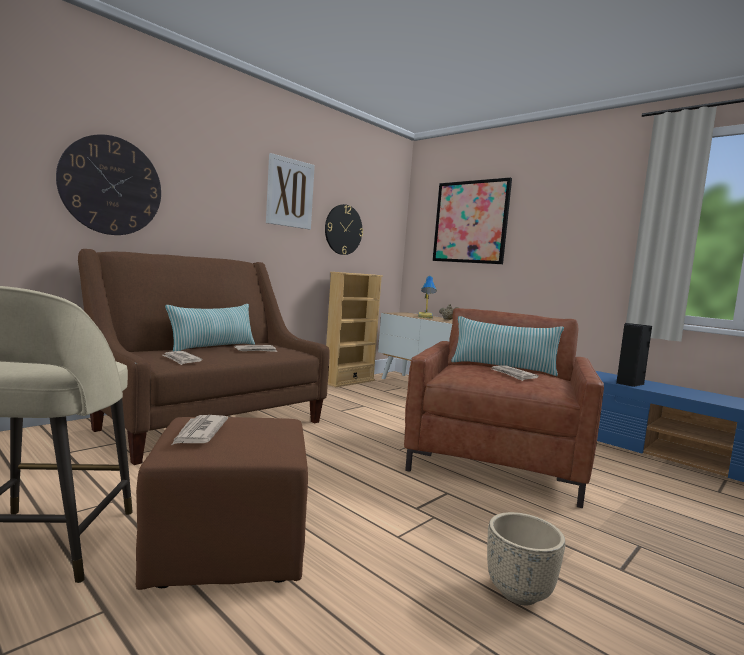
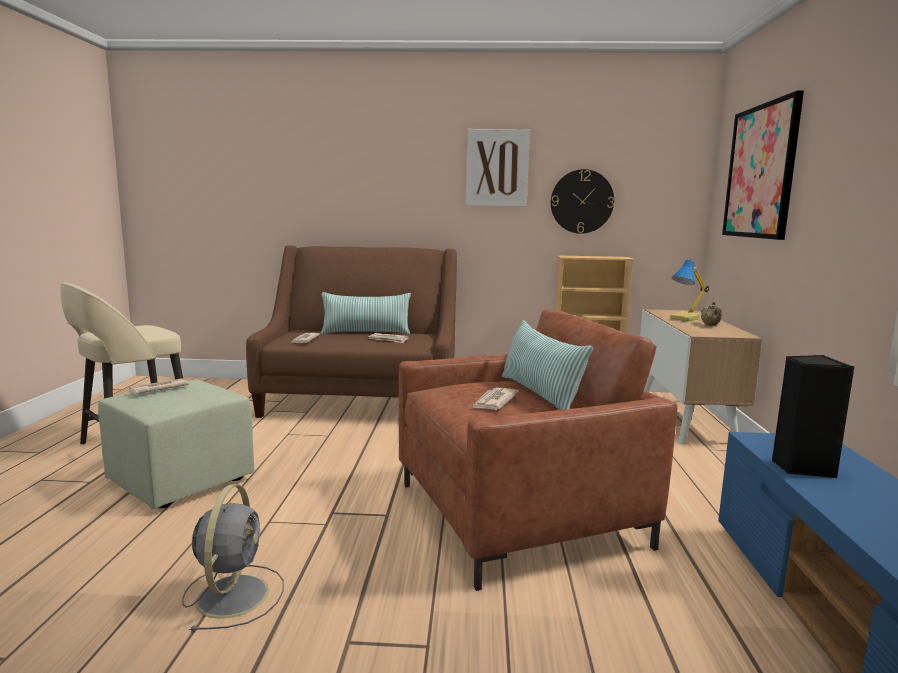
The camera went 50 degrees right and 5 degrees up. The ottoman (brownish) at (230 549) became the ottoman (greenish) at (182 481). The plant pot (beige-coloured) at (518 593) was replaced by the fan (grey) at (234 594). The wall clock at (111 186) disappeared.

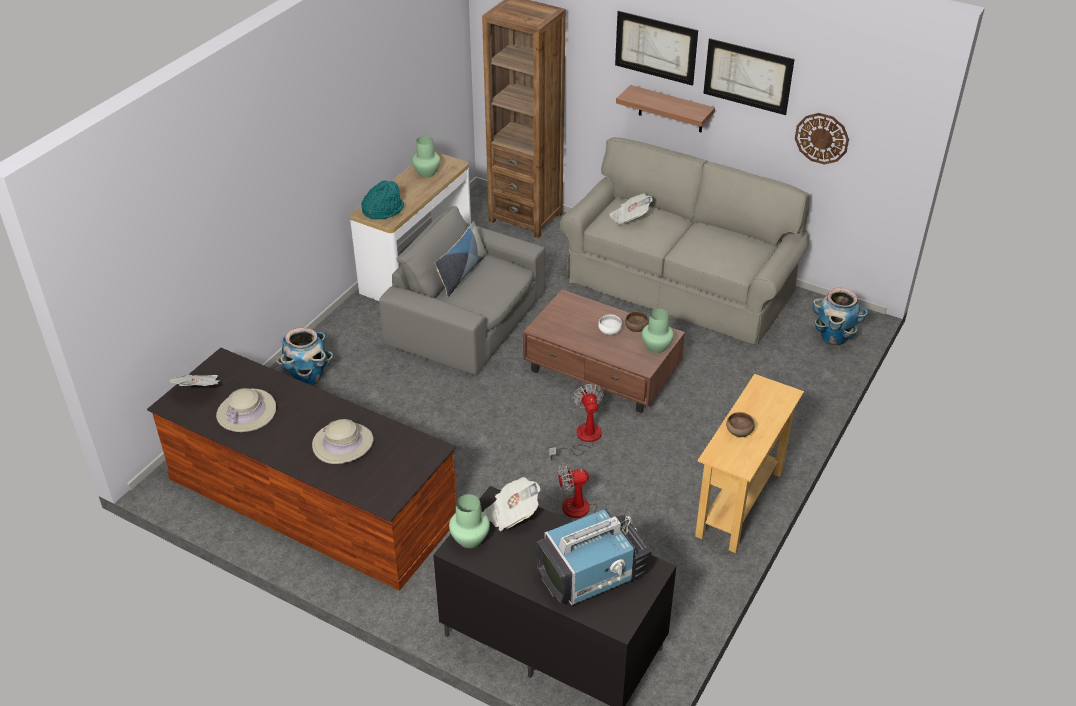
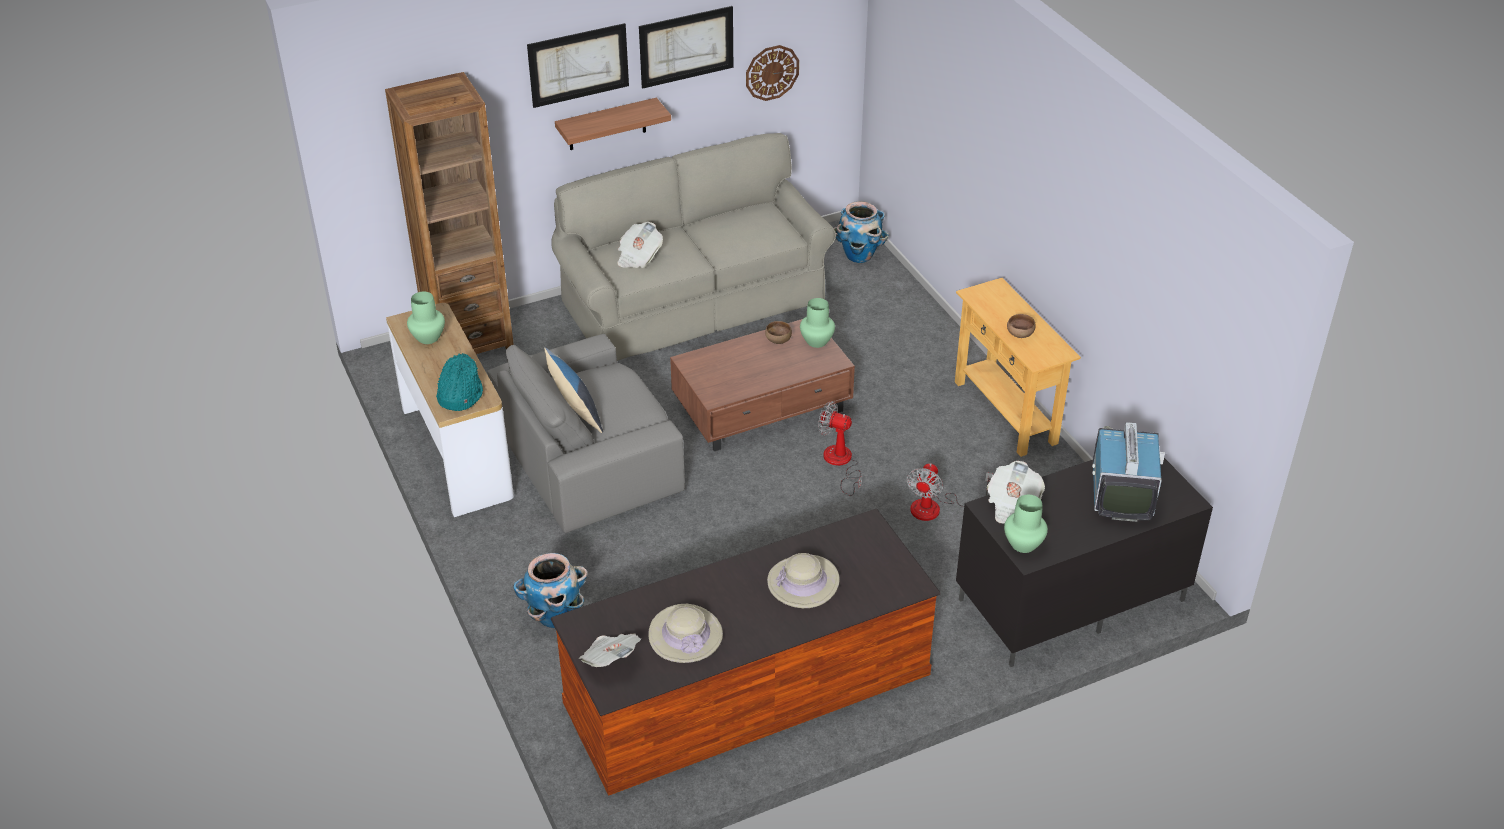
The camera went 55 degrees left and 0 degrees up. The deep dish (whitish) at (609 331) disappeared.

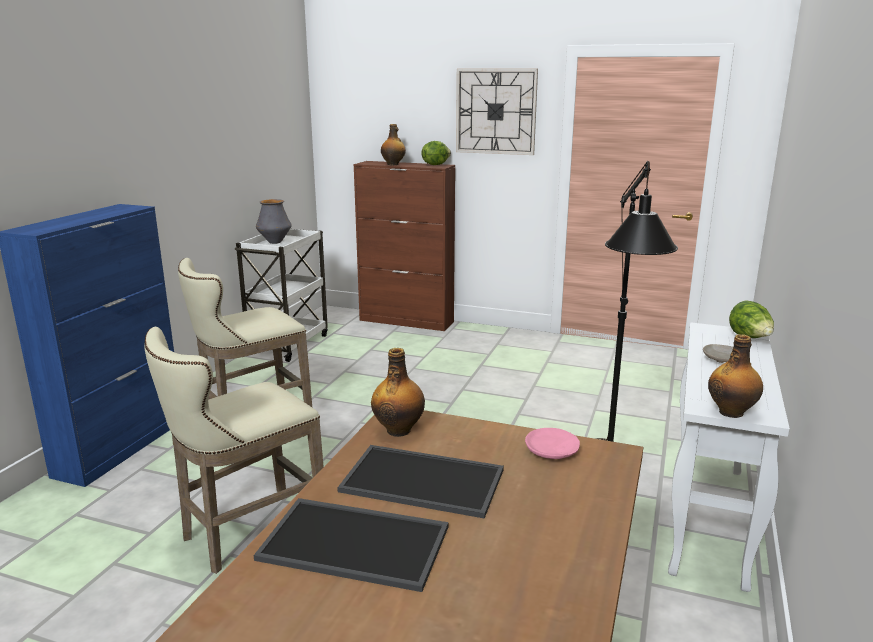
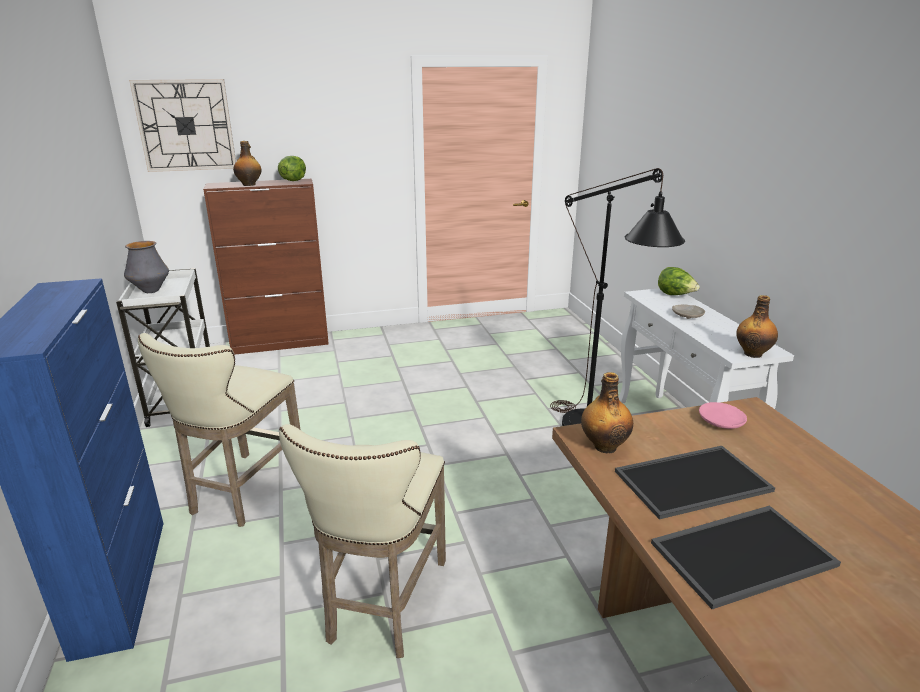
The camera went 35 degrees left and 5 degrees up. The wall clock moved from (496 111) to (185 125).

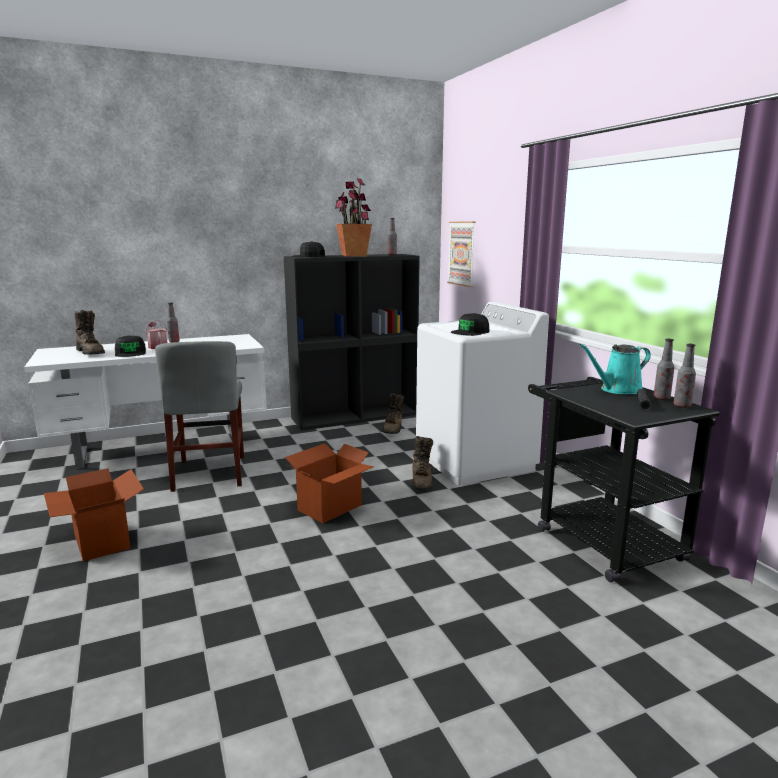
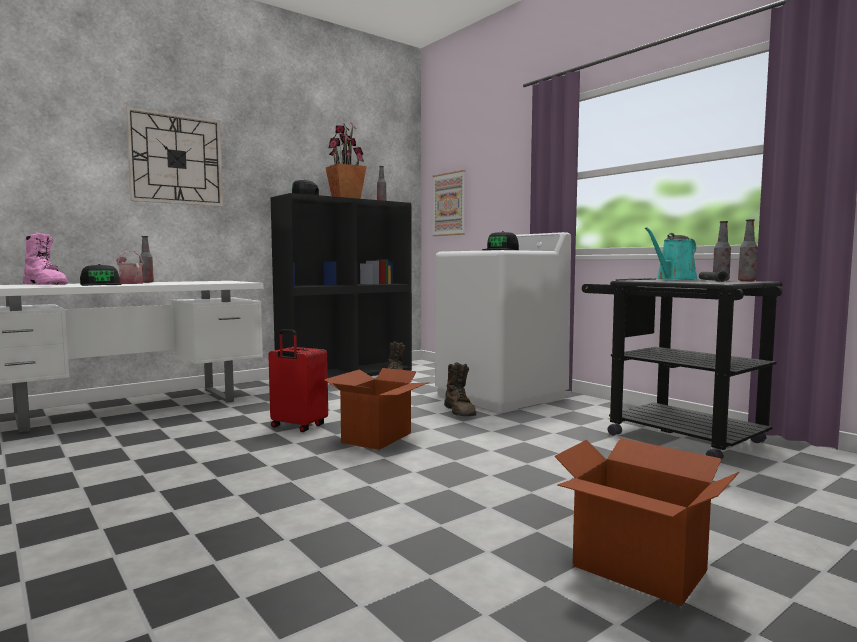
The camera went 15 degrees left and 10 degrees down. The boot (brownish) at (91 353) became the boot (pink) at (46 285). The wall clock at (176 159) appeared. The piece of luggage (red) at (298 427) appeared. The cardboard box moved from (101 542) to (638 569). The upright chair (grey) at (210 473) disappeared.

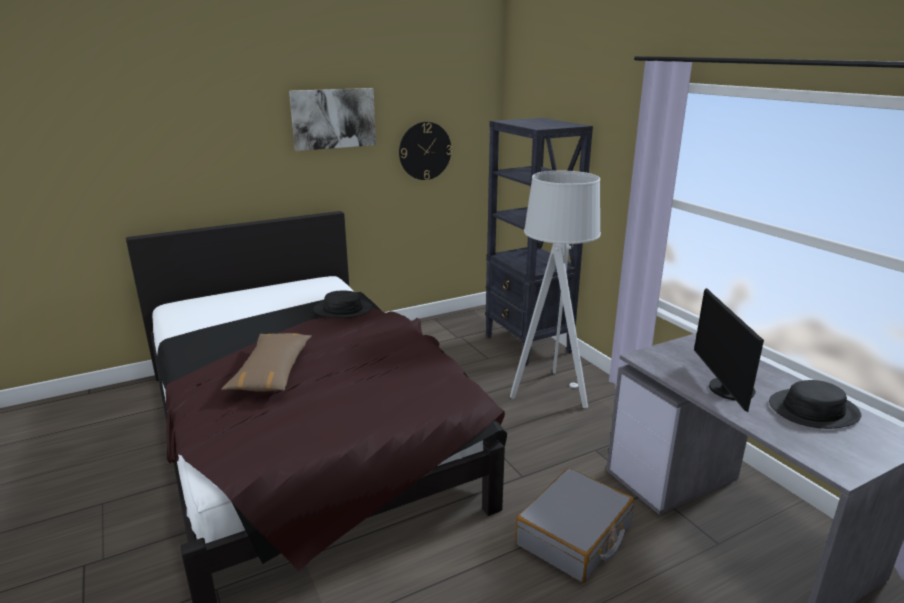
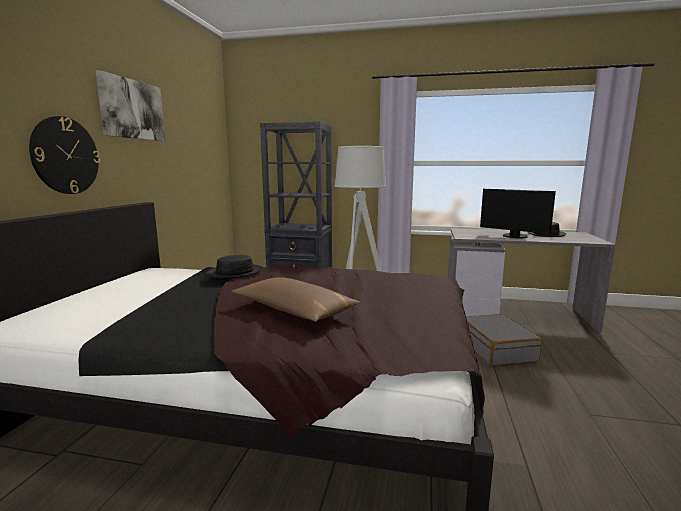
The camera went 50 degrees left and 10 degrees down. The wall clock moved from (425 151) to (65 156).

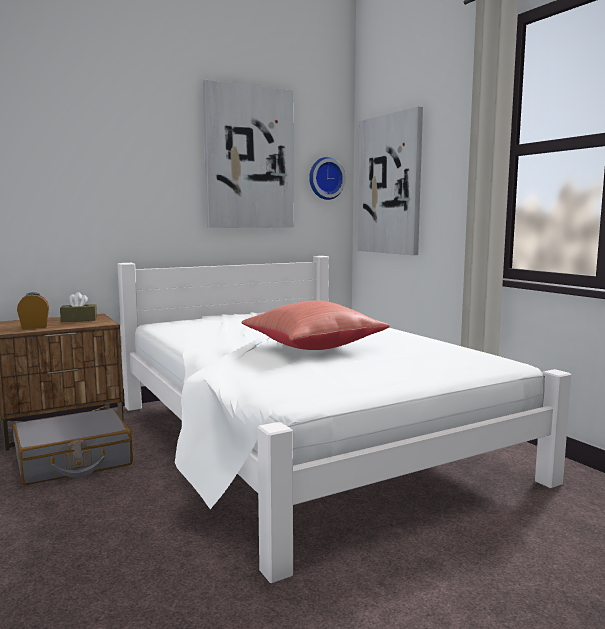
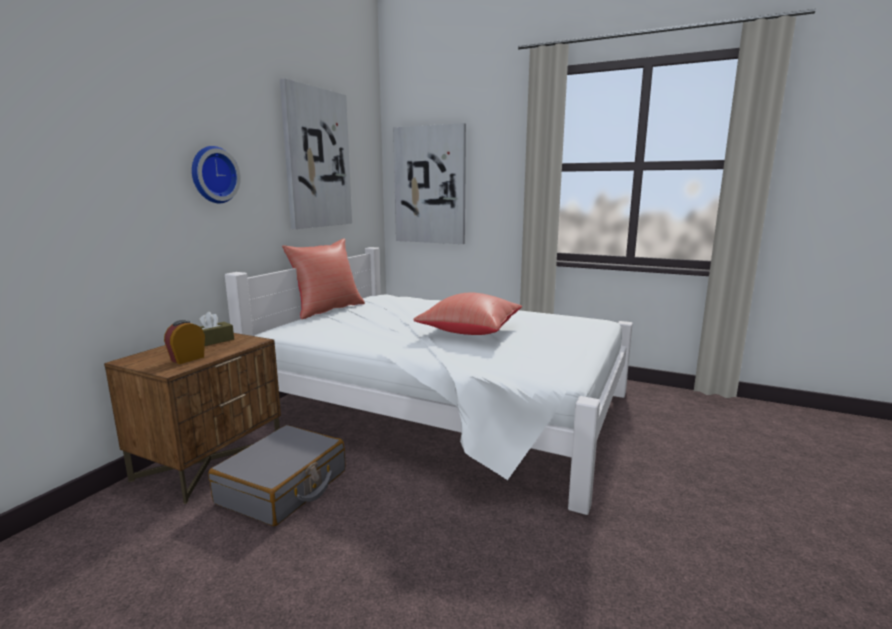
The camera went 35 degrees left and 5 degrees up. The wall clock moved from (325 178) to (213 175). The throw pillow (red) at (327 309) appeared.

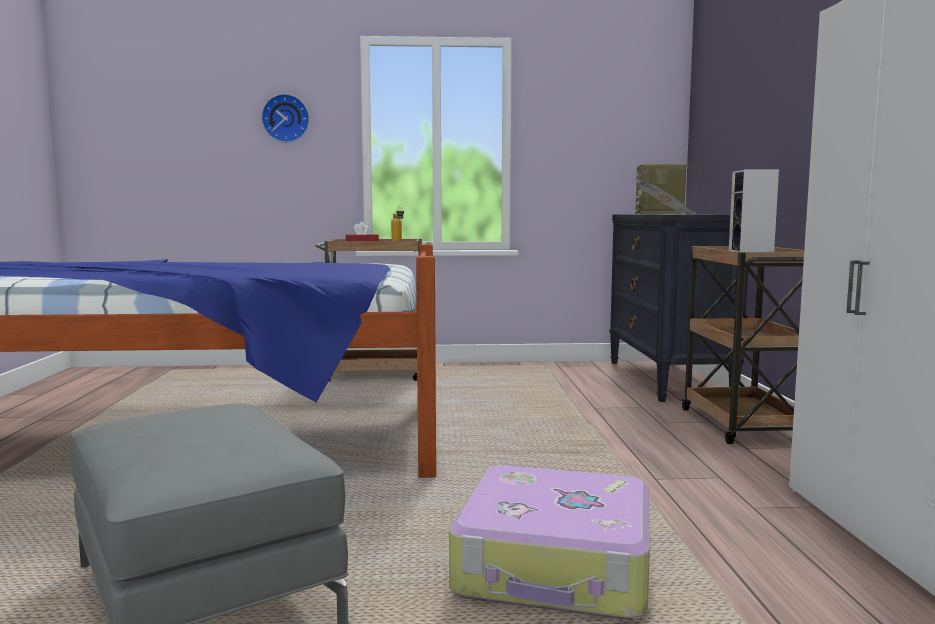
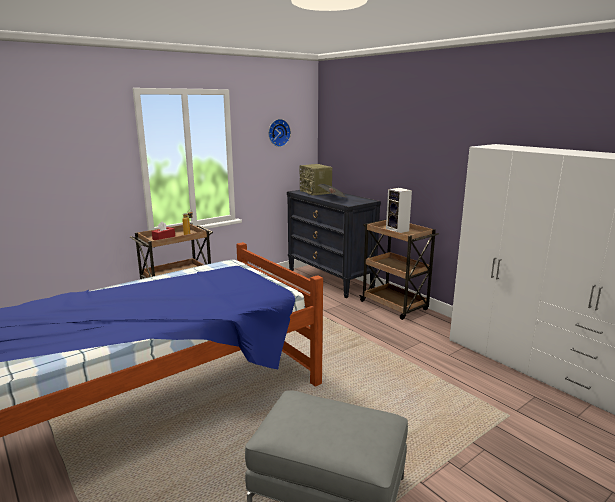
The camera went 35 degrees left and 10 degrees up. The wall clock moved from (286 118) to (278 132). The piece of luggage at (556 567) disappeared.

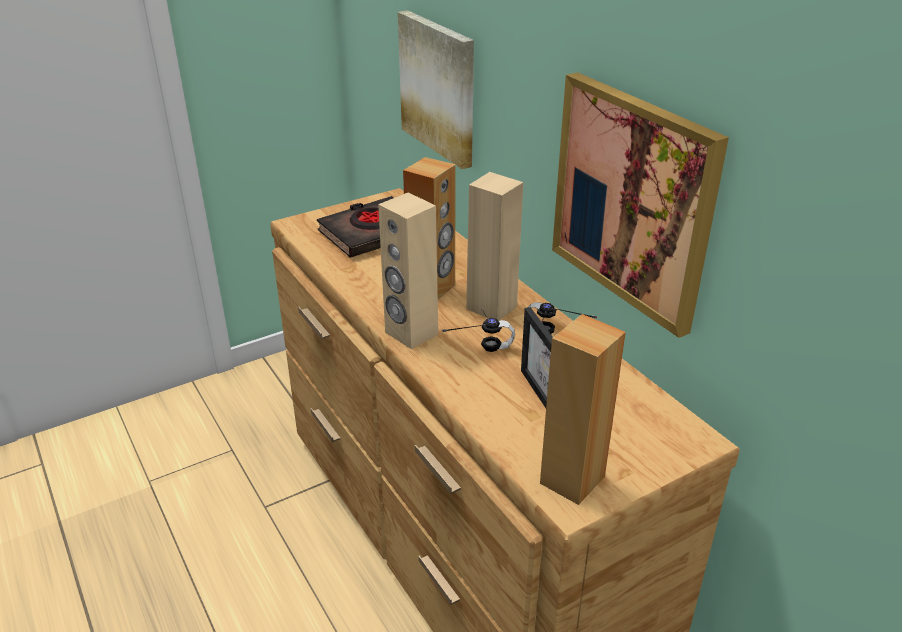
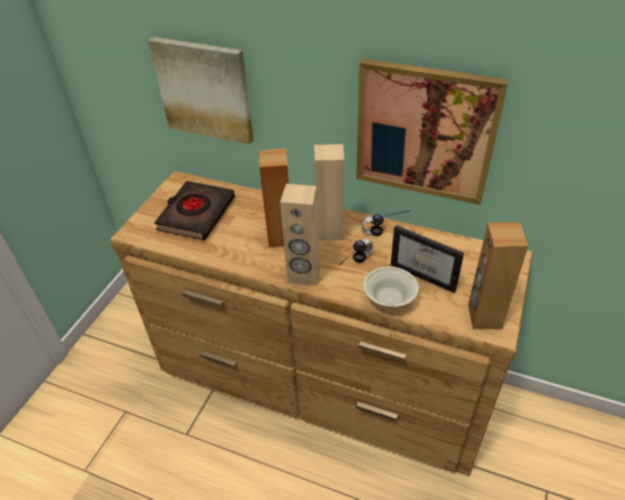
The camera went 35 degrees left and 10 degrees up. The deep dish (whitish) at (389 300) appeared.

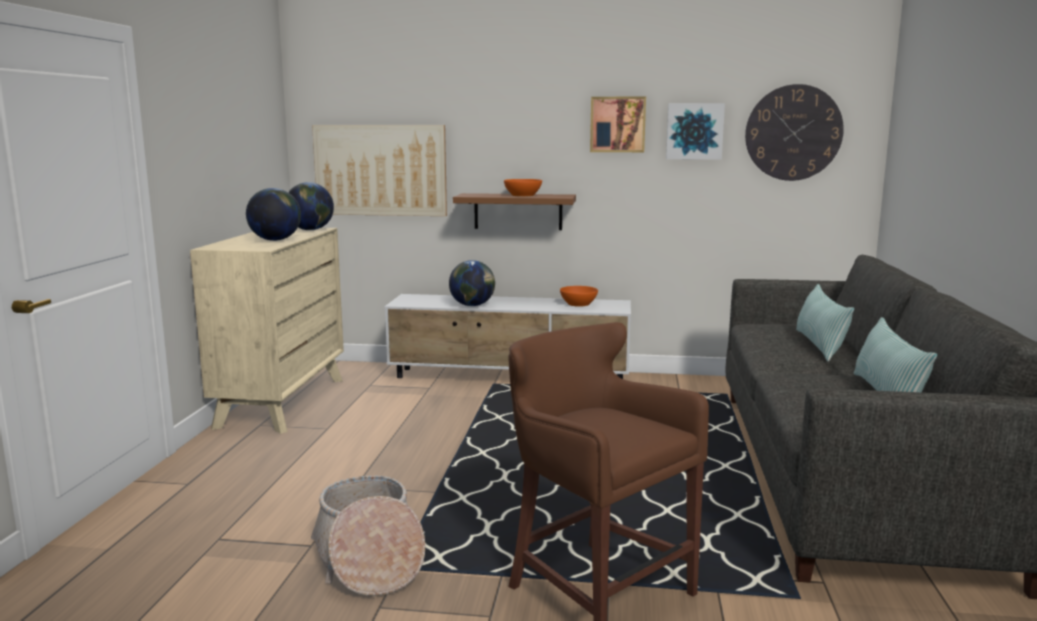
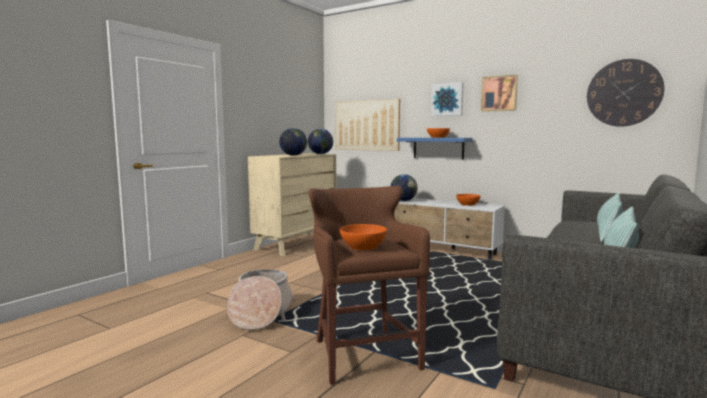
The camera went 25 degrees right and 5 degrees down. The deep dish (orange) at (363 247) appeared. The shelf (brownish) at (518 211) became the shelf (blue-coloured) at (438 148). The picture moved from (694 131) to (447 99).

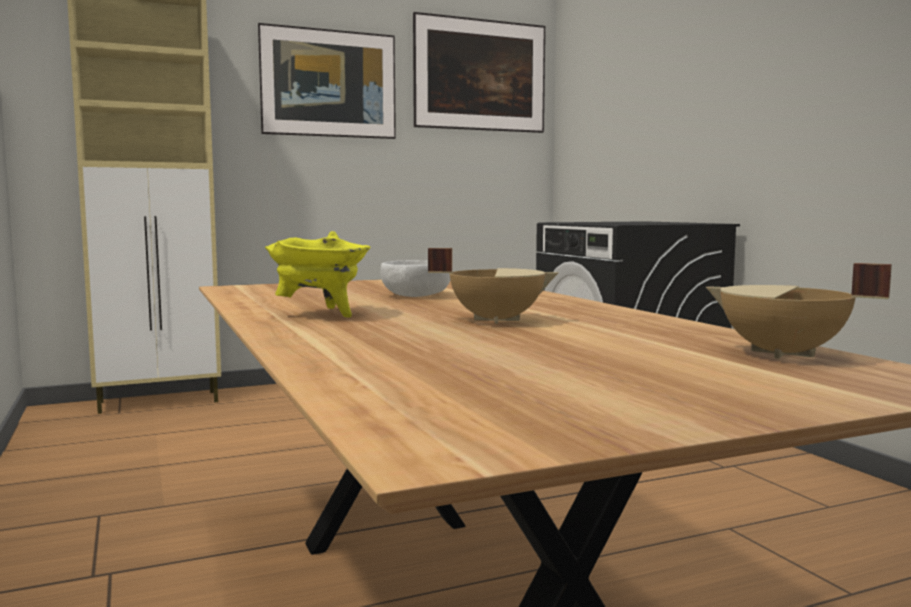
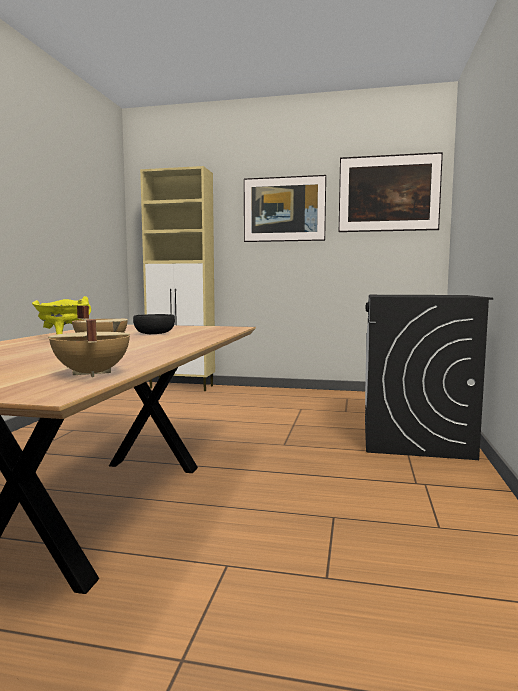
The camera went 35 degrees right and 0 degrees up. The deep dish (whitish) at (417 295) became the deep dish (blackish) at (155 334).

